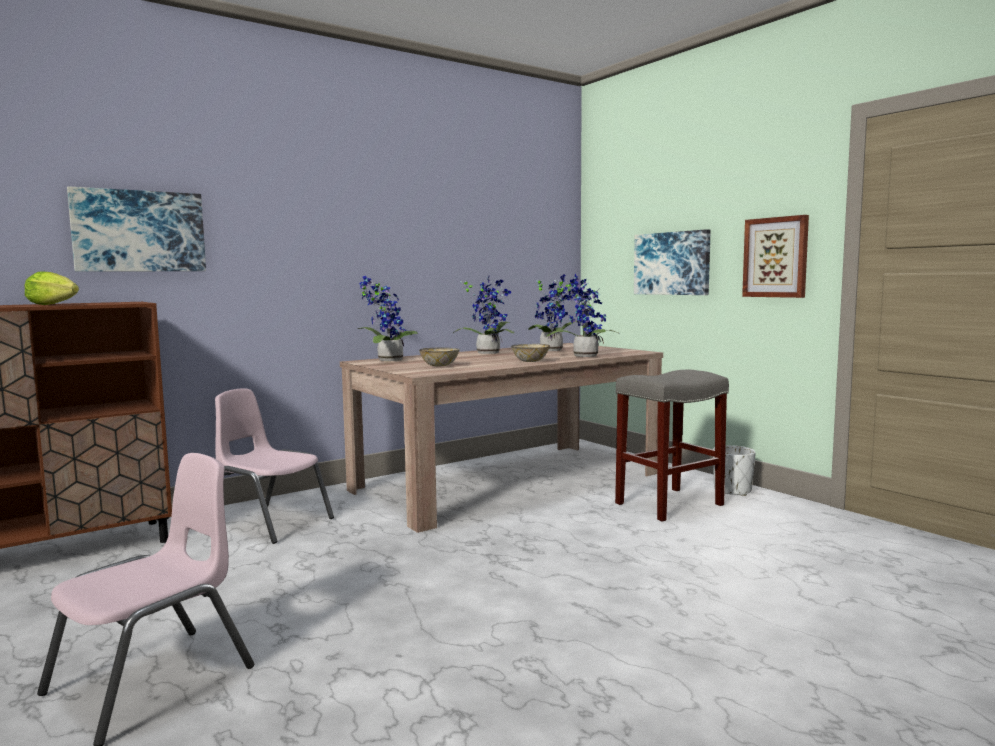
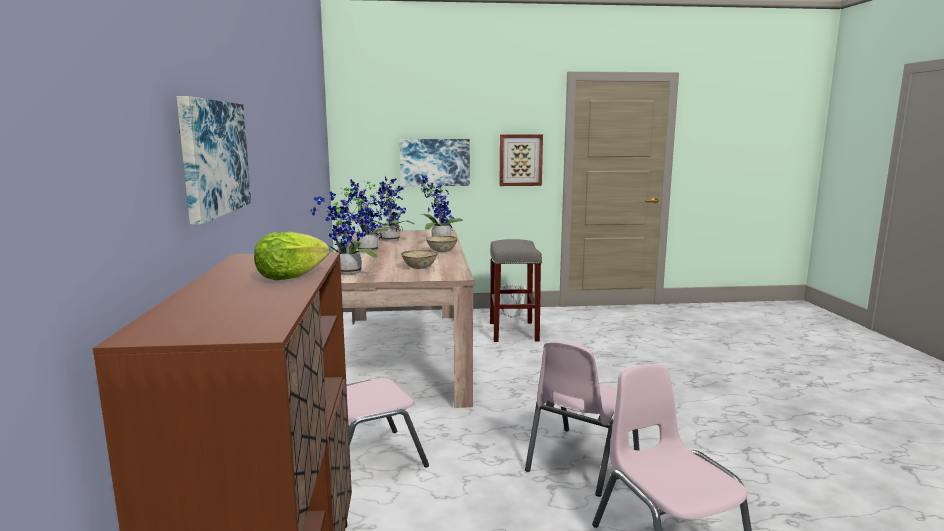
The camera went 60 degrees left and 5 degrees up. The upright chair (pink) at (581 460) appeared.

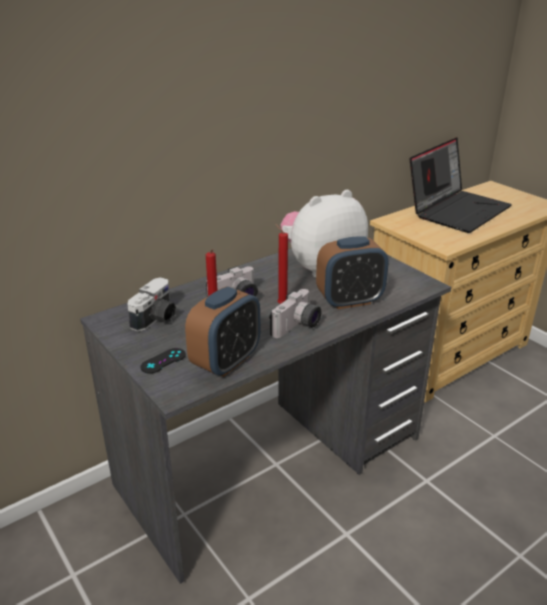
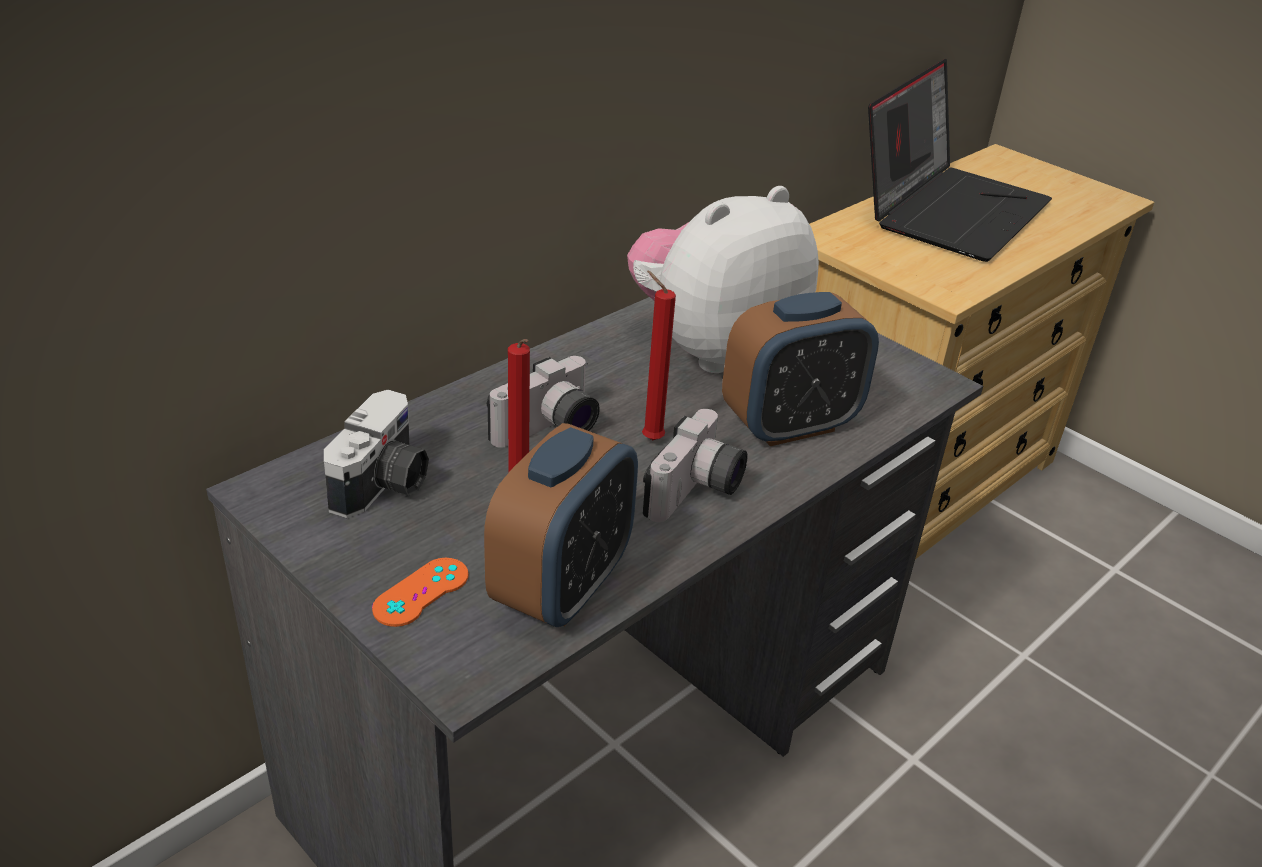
The camera went 10 degrees left and 5 degrees up. The game controller (blackish) at (163 361) became the game controller (orange) at (421 592).

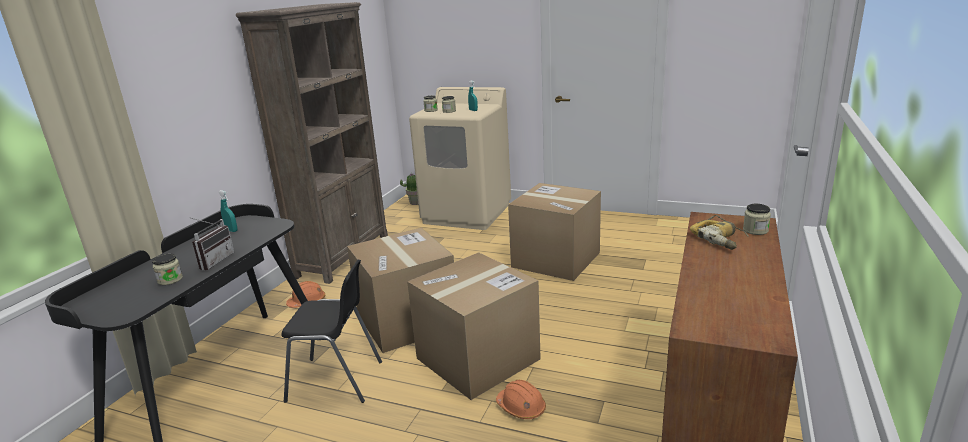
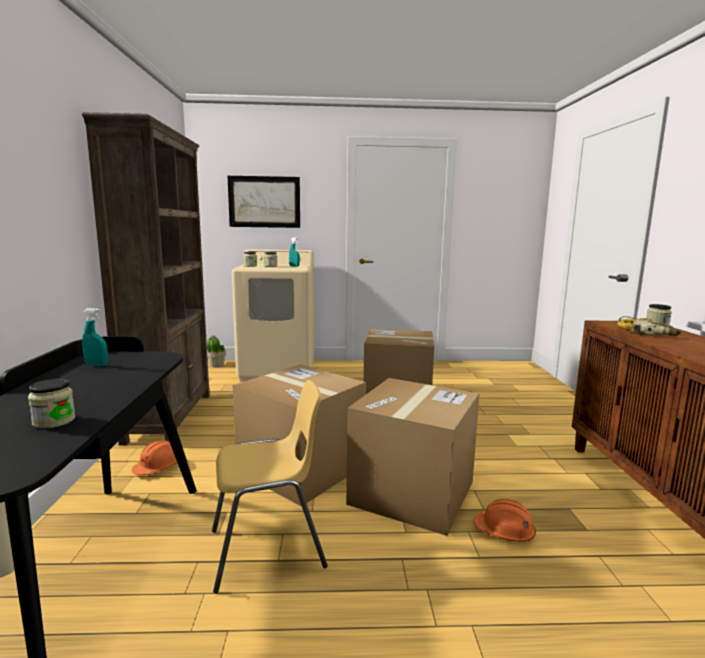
The camera went 25 degrees left and 10 degrees down. The upright chair (blackish) at (336 381) became the upright chair (yellow) at (268 549). The picture at (264 202) appeared. The radio at (214 261) disappeared.

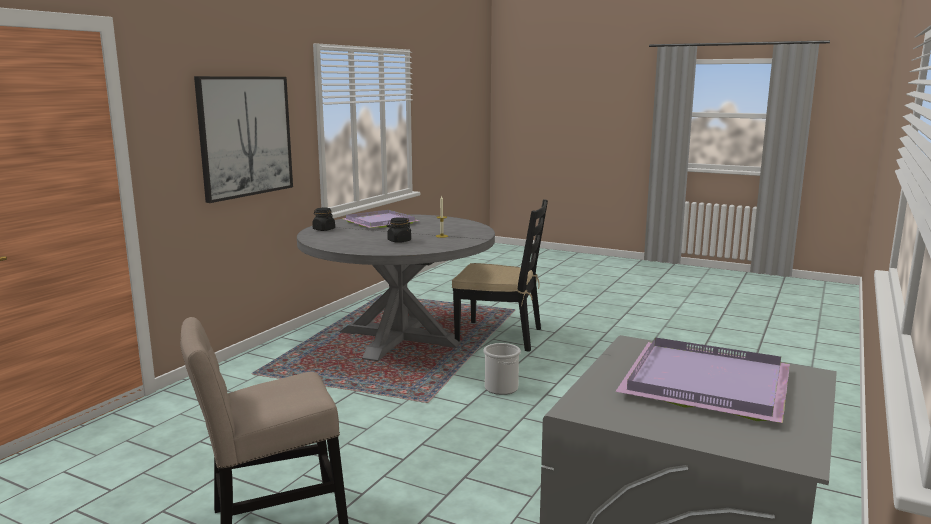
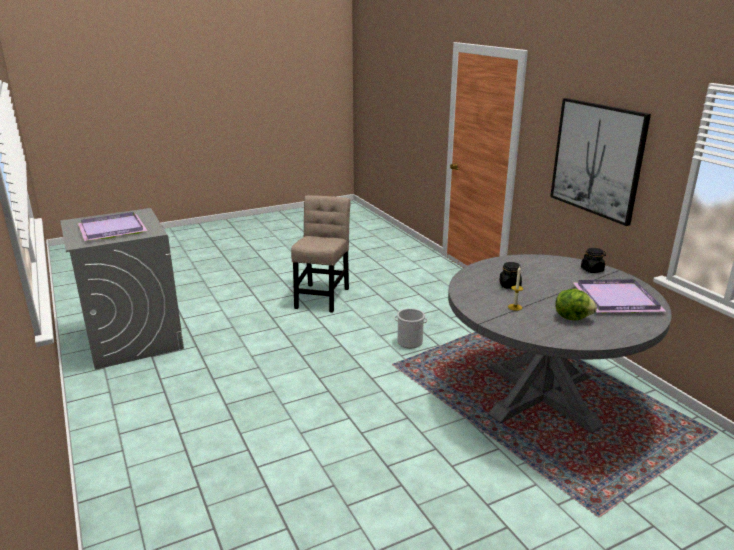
The camera went 125 degrees right and 10 degrees up. The bucket moved from (501 388) to (410 342). The lettuce at (572 317) appeared. The upright chair (blackish) at (500 336) disappeared.

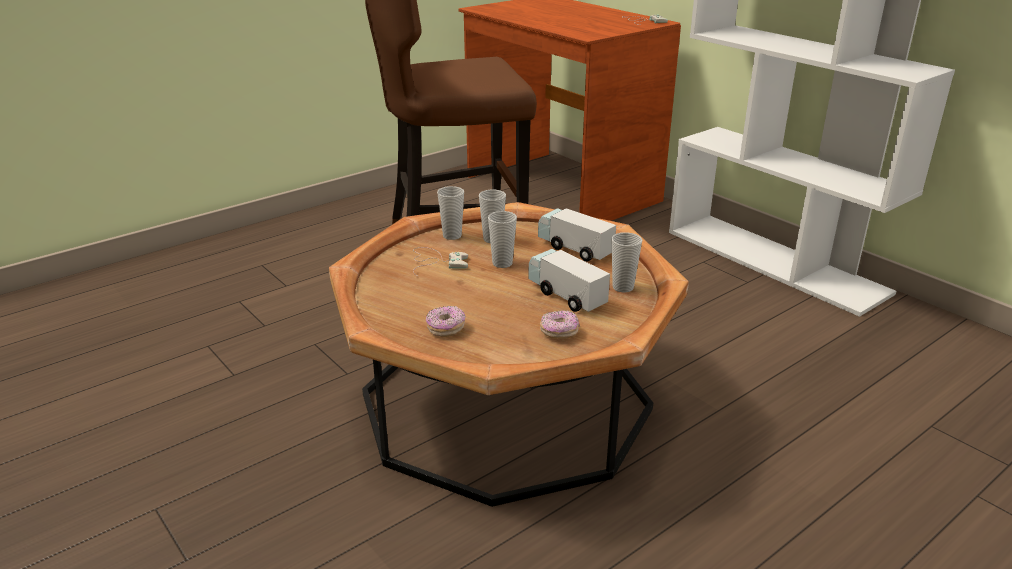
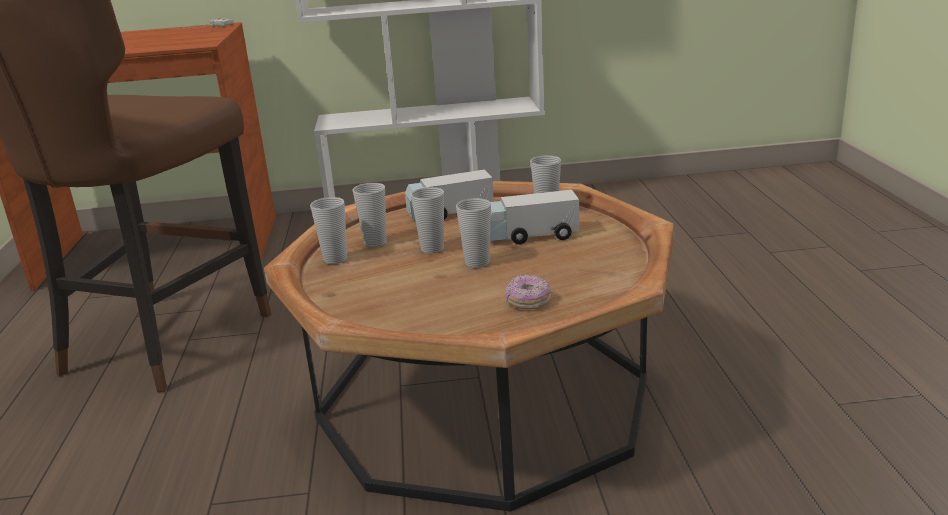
The camera went 55 degrees left and 5 degrees down. The drinking cup at (477 263) appeared. The game controller (whitish) at (436 262) disappeared. The donut at (559 333) disappeared.

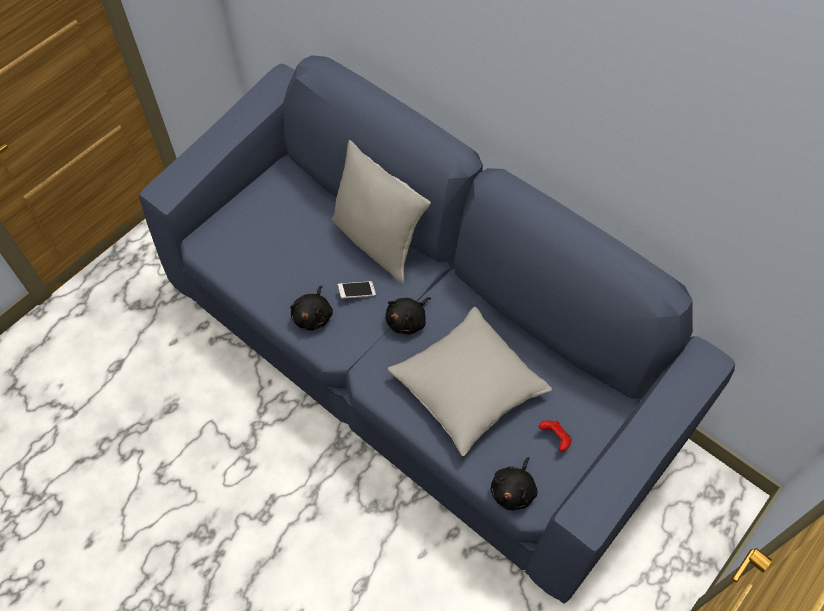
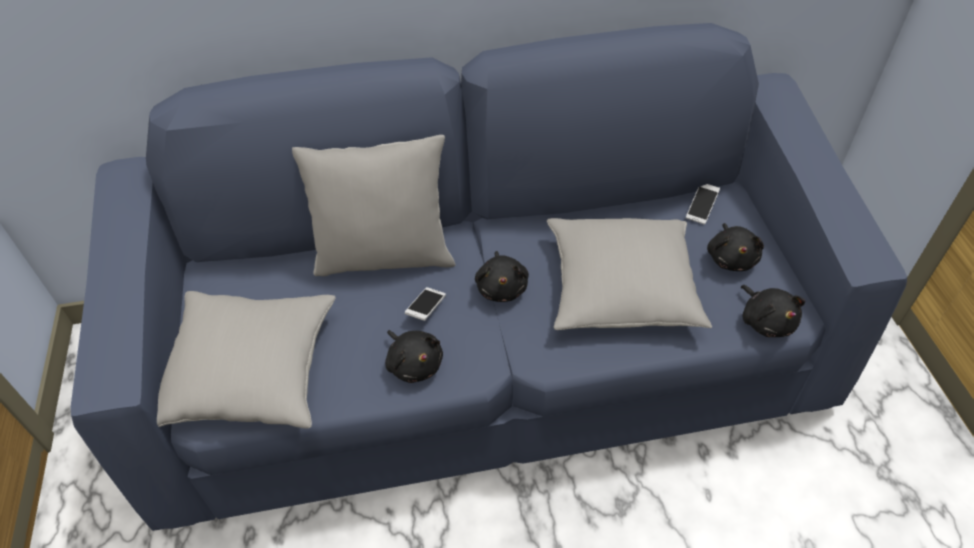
The camera went 50 degrees left and 10 degrees down. The throw pillow (grey) at (251 372) appeared. The phone at (701 208) appeared. The game controller (red) at (555 438) was replaced by the plush toy (blackish) at (731 258).

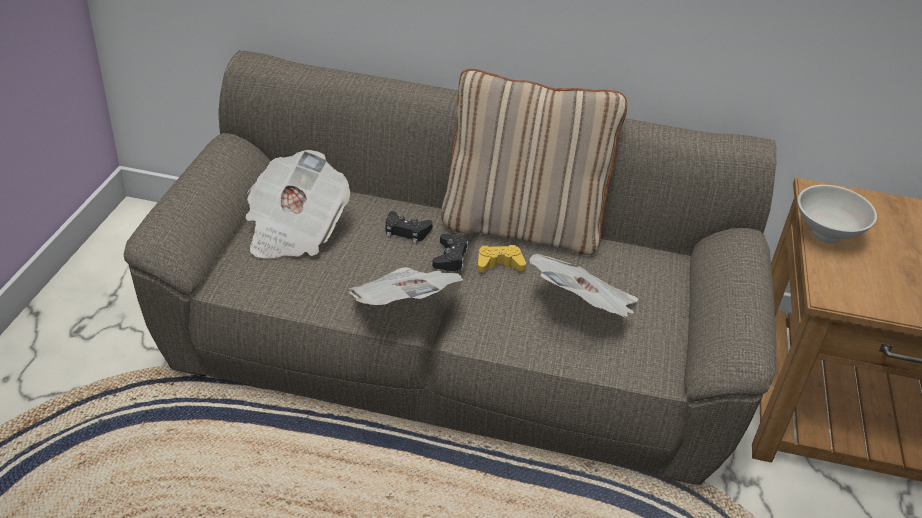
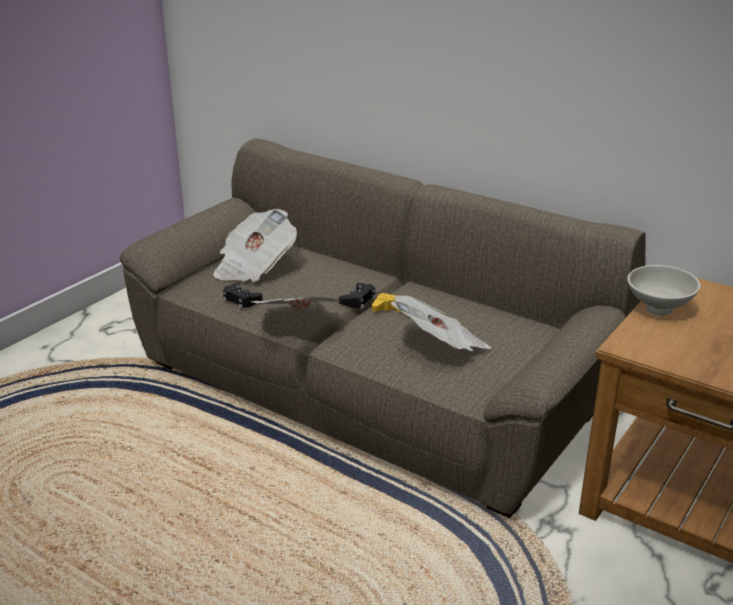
The camera went 25 degrees right and 10 degrees down. The game controller (blackish) moved from (406 231) to (241 300). The throw pillow (beige-coloured) at (522 226) disappeared.

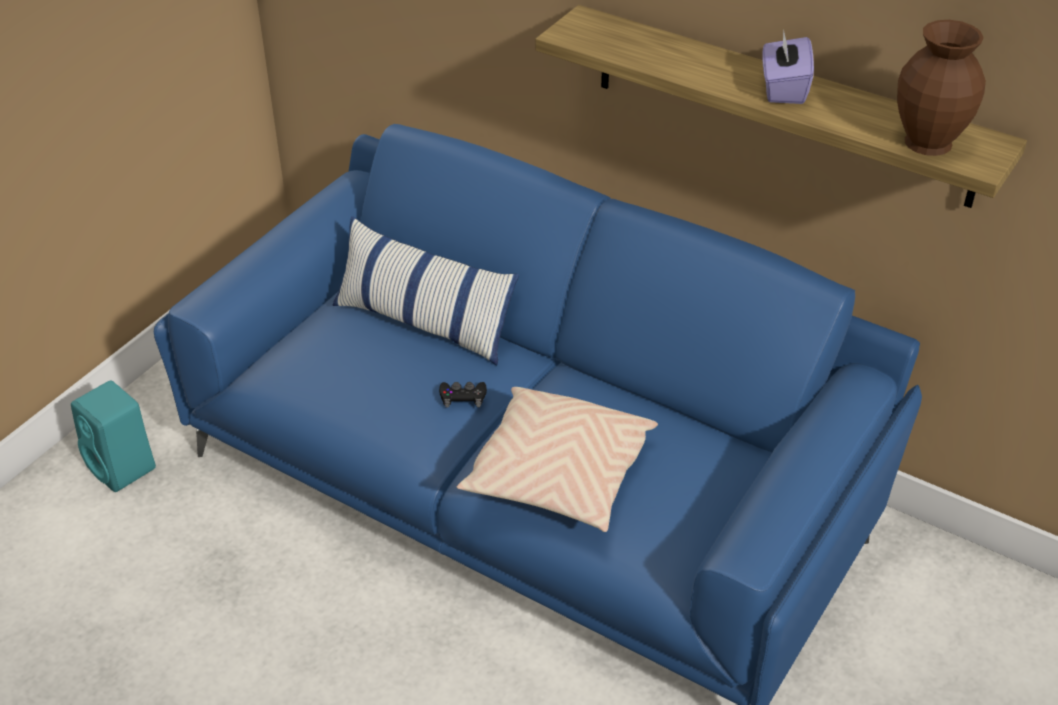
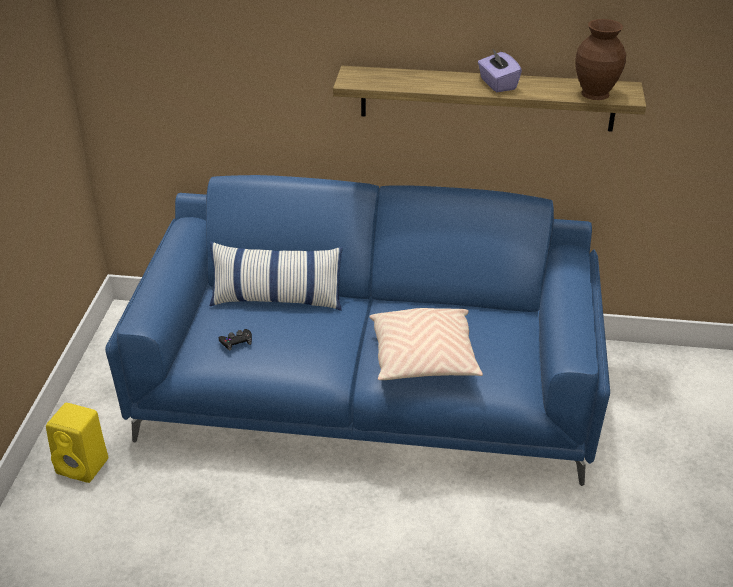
The camera went 25 degrees left and 5 degrees down. The audio speaker (turquoise) at (123 468) became the audio speaker (yellow) at (84 466). The game controller (blackish) moved from (463 397) to (236 342).

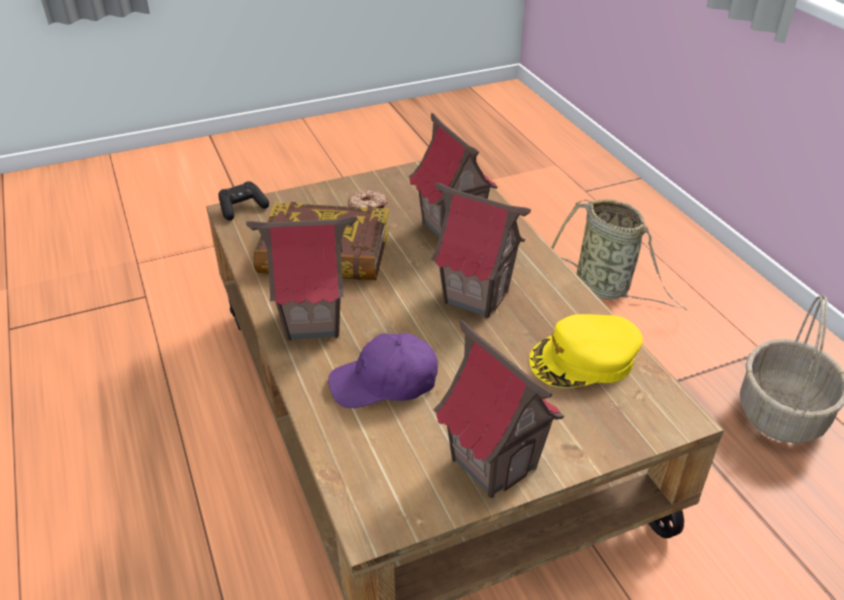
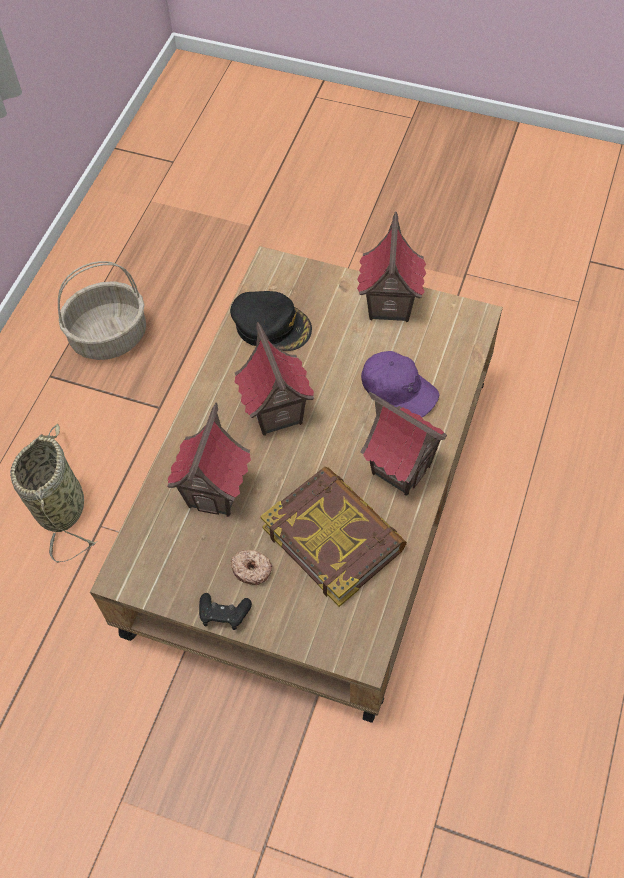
The camera went 135 degrees left and 20 degrees up. The game controller (blackish) moved from (242 208) to (224 615). The baseball cap (yellow) at (584 359) became the baseball cap (blackish) at (272 325).

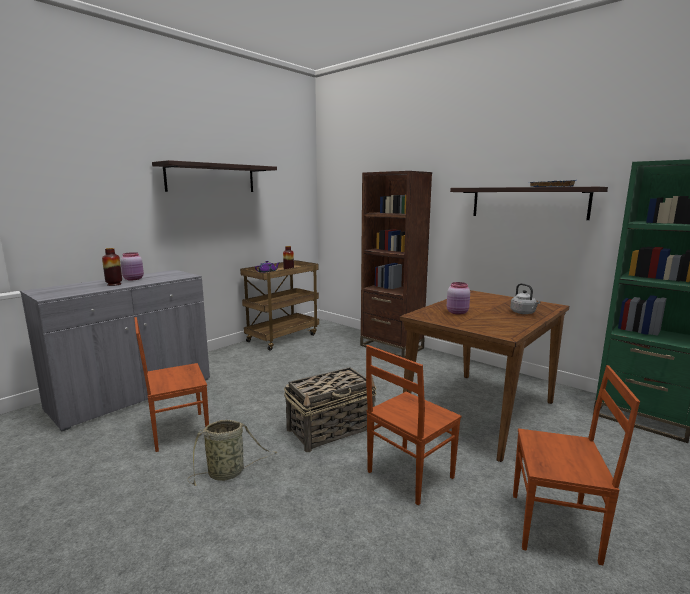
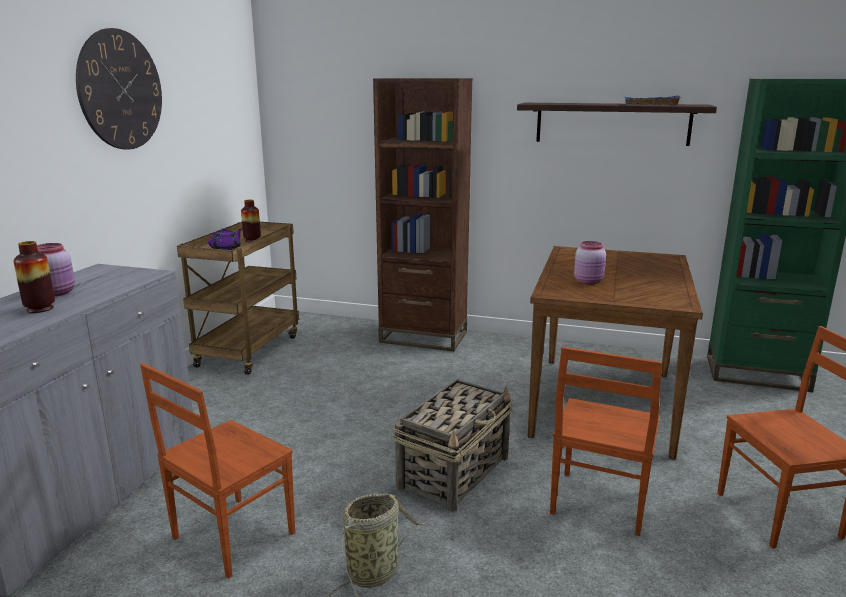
The camera went 25 degrees left and 5 degrees up. The shelf at (211 178) was replaced by the wall clock at (120 90). The kettle (grey) at (524 313) disappeared.

